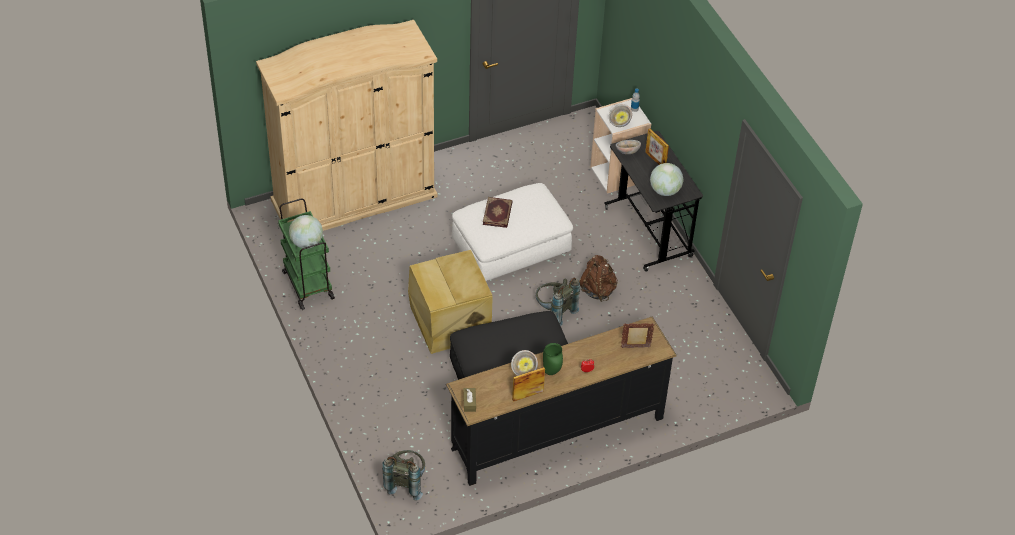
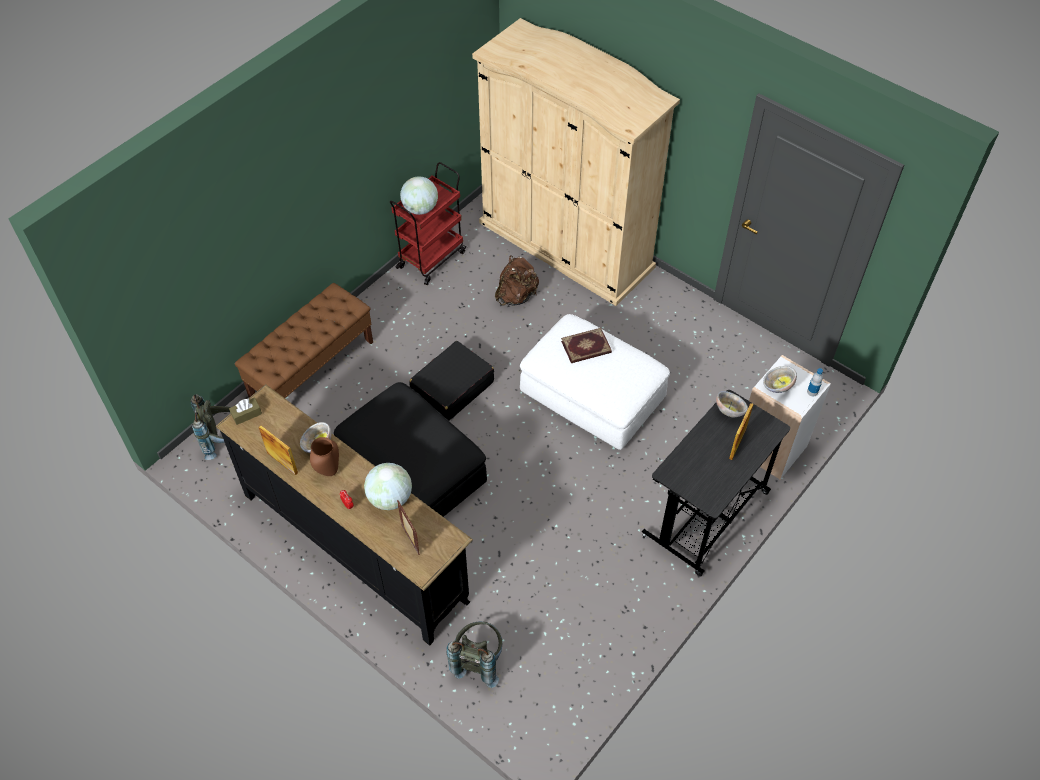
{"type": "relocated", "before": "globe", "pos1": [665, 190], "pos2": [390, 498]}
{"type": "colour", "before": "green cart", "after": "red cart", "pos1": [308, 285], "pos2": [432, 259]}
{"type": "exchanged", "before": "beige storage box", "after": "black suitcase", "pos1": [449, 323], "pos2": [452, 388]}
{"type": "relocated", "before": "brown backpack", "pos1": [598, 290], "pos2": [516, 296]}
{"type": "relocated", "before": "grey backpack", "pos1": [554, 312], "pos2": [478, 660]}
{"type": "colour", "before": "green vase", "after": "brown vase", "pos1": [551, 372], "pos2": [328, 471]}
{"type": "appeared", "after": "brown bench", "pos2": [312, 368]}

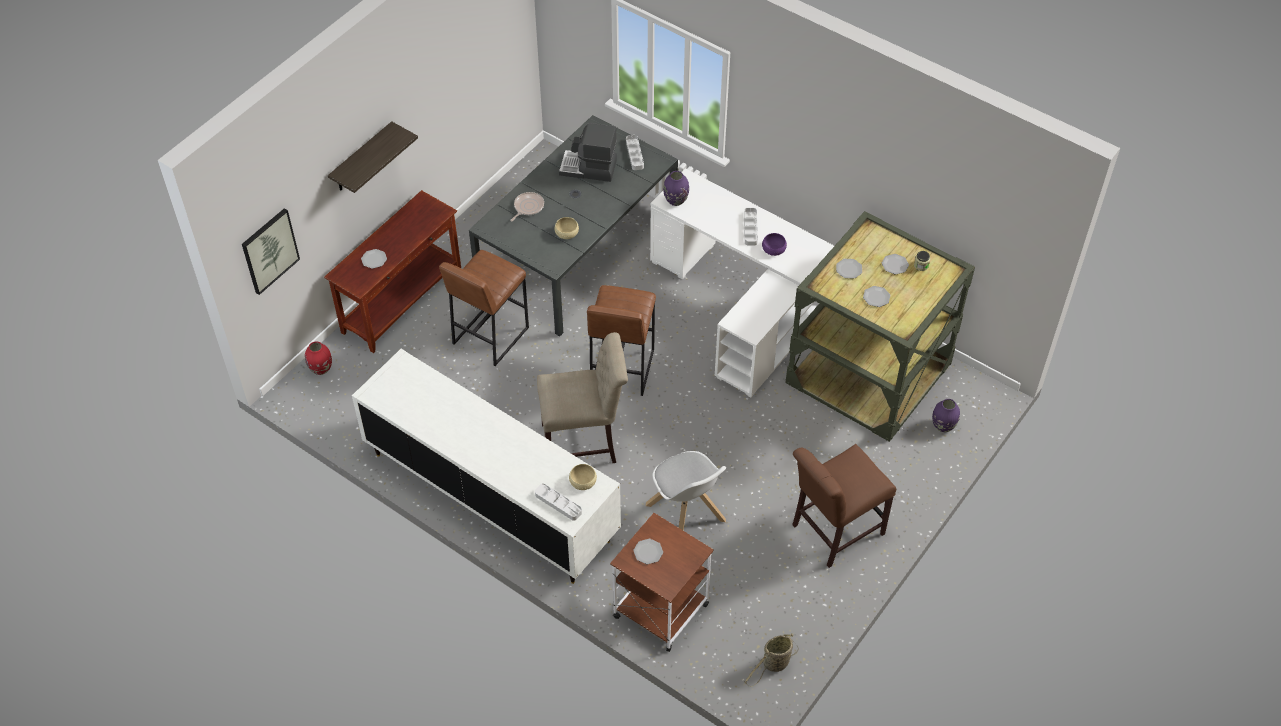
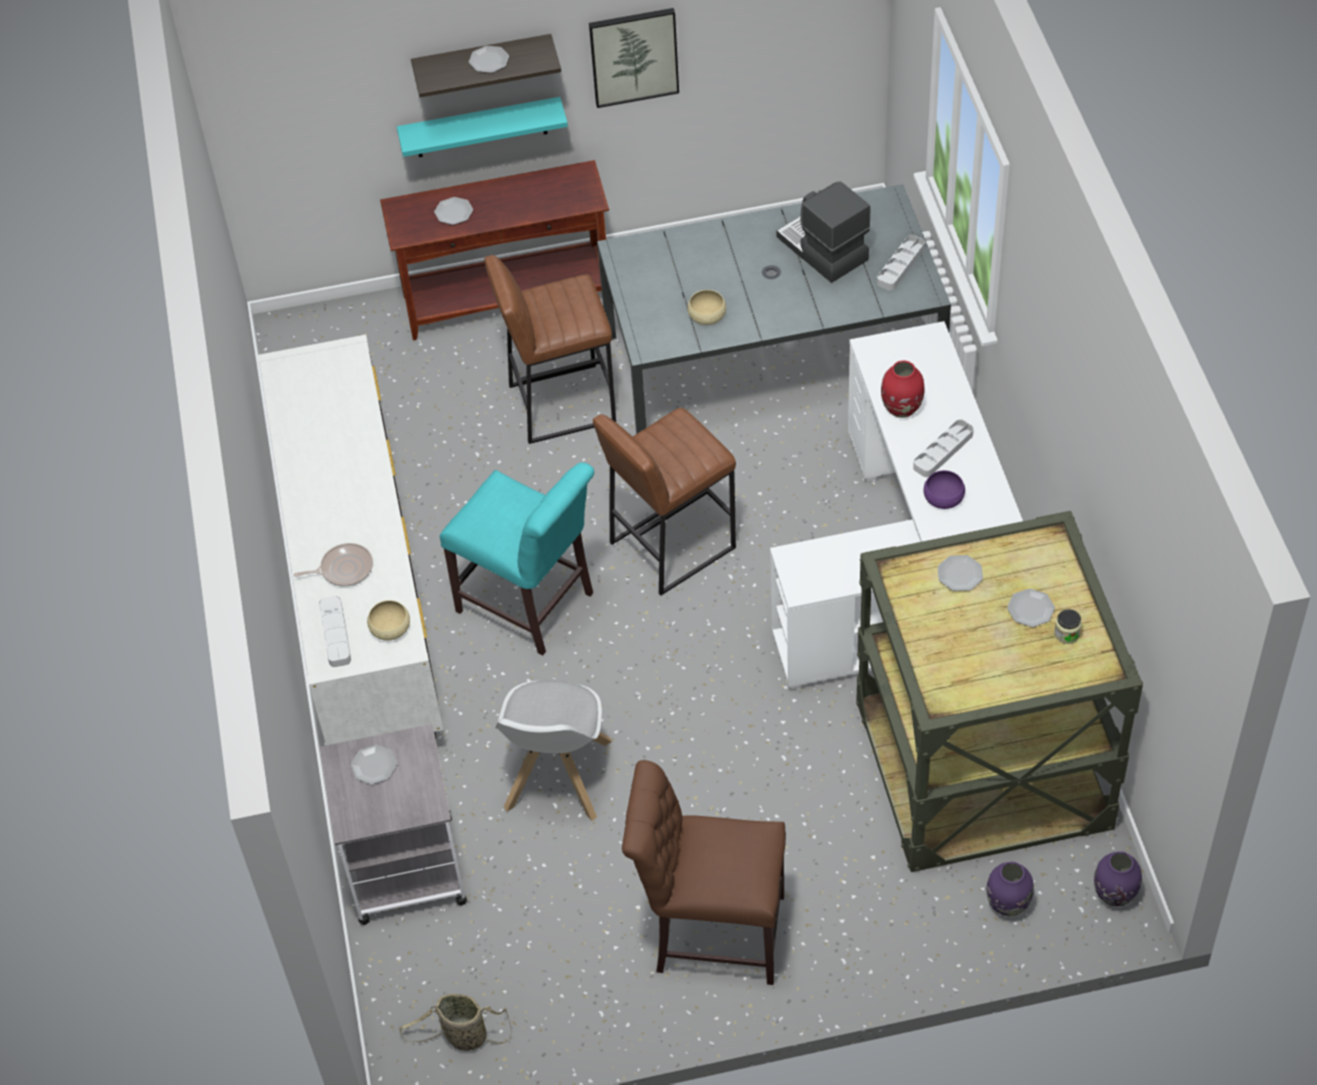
{"type": "relocated", "before": "purple vase", "pos1": [675, 200], "pos2": [1114, 894]}
{"type": "relocated", "before": "frying pan", "pos1": [527, 207], "pos2": [344, 569]}
{"type": "relocated", "before": "picture", "pos1": [269, 250], "pos2": [634, 56]}
{"type": "relocated", "before": "plate", "pos1": [876, 297], "pos2": [489, 60]}
{"type": "colour", "before": "beige chair", "after": "turquoise chair", "pos1": [584, 443], "pos2": [531, 606]}
{"type": "relocated", "before": "red vase", "pos1": [321, 369], "pos2": [902, 409]}
{"type": "colour", "before": "brown cart", "after": "grey cart", "pos1": [659, 609], "pos2": [405, 866]}
{"type": "appeared", "after": "turquoise shelf", "pos2": [480, 128]}

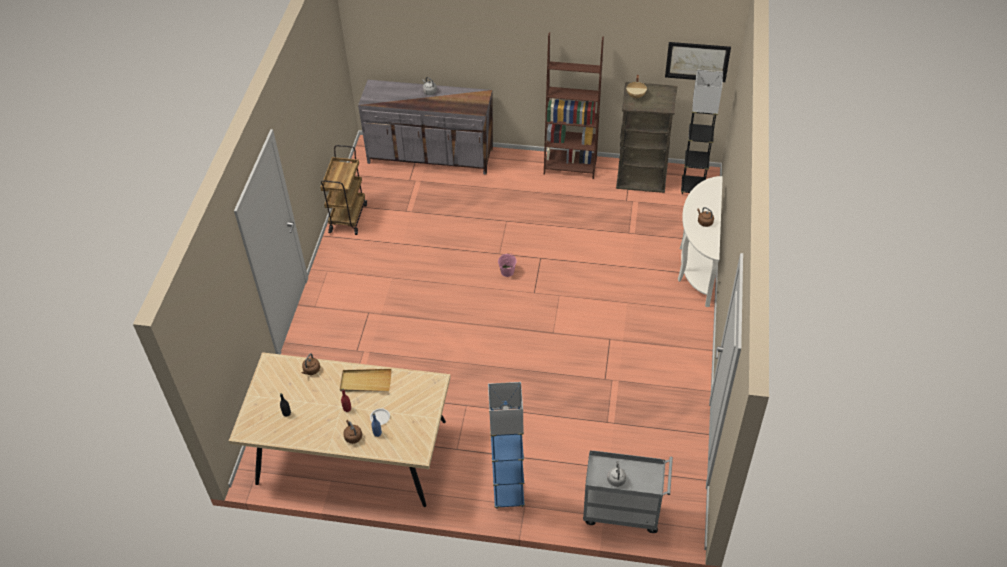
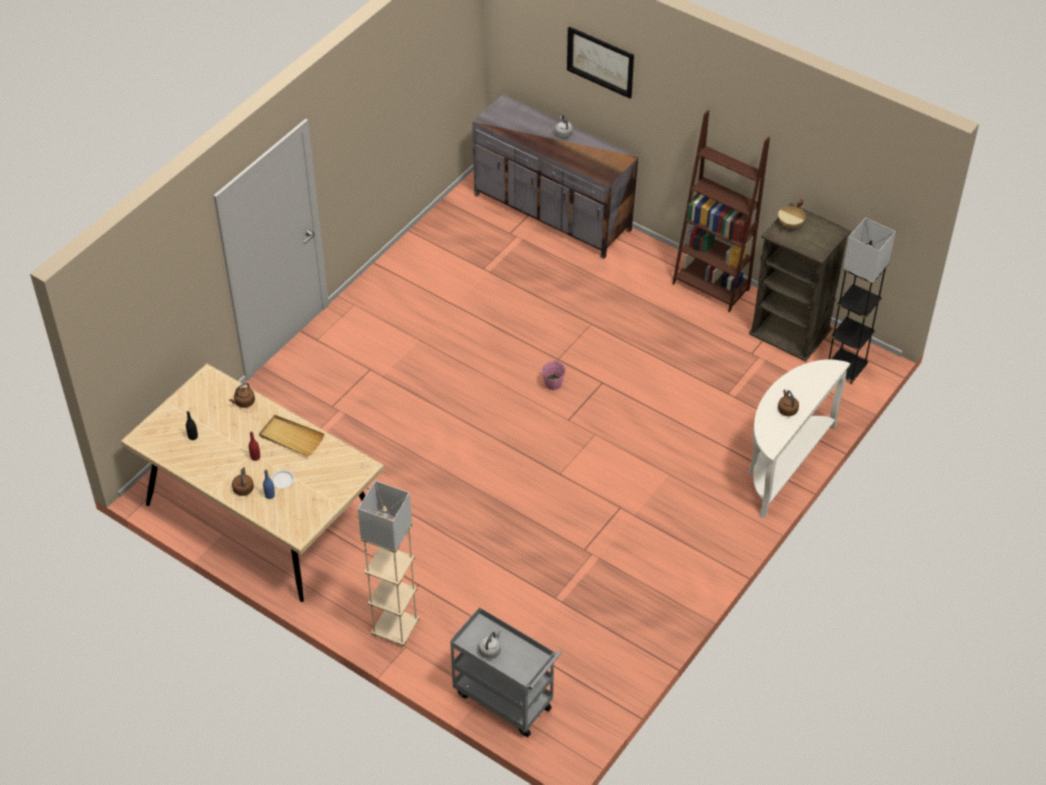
{"type": "relocated", "before": "picture", "pos1": [697, 61], "pos2": [600, 61]}
{"type": "missing", "before": "brown cart", "pos1": [348, 218]}
{"type": "colour", "before": "blue floor lamp", "after": "beige floor lamp", "pos1": [508, 496], "pos2": [395, 629]}

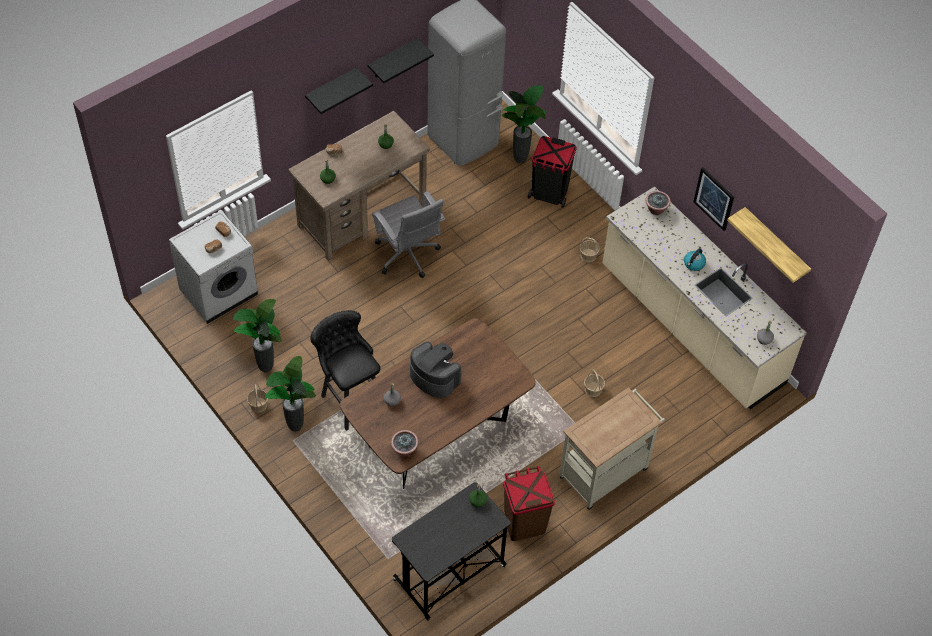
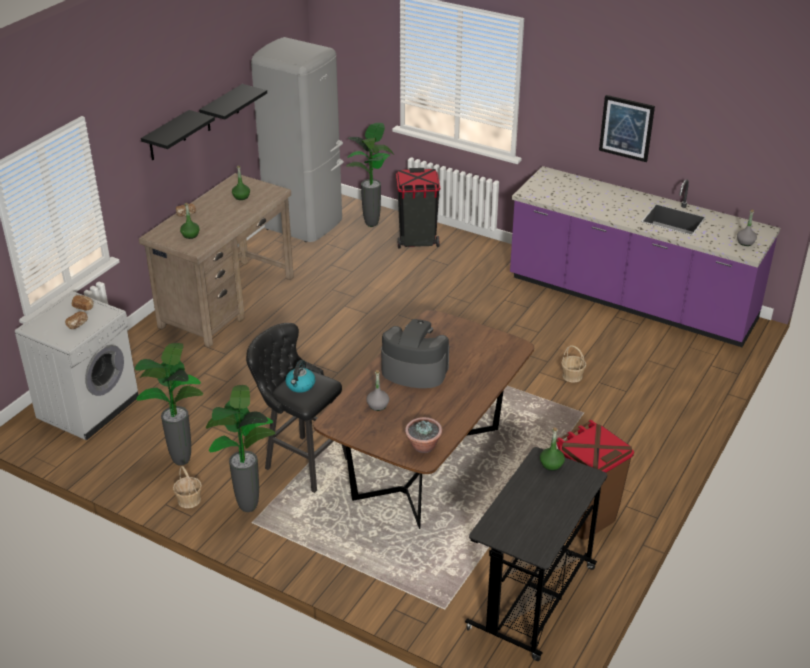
{"type": "colour", "before": "beige counter", "after": "purple counter", "pos1": [690, 326], "pos2": [630, 300]}
{"type": "missing", "before": "grey office chair", "pos1": [408, 256]}
{"type": "missing", "before": "potted plant", "pos1": [656, 209]}
{"type": "missing", "before": "shelf", "pos1": [775, 245]}
{"type": "missing", "before": "basket", "pos1": [588, 255]}
{"type": "relocated", "before": "kettle", "pos1": [694, 264], "pos2": [300, 385]}
{"type": "missing", "before": "beige cart", "pos1": [605, 472]}

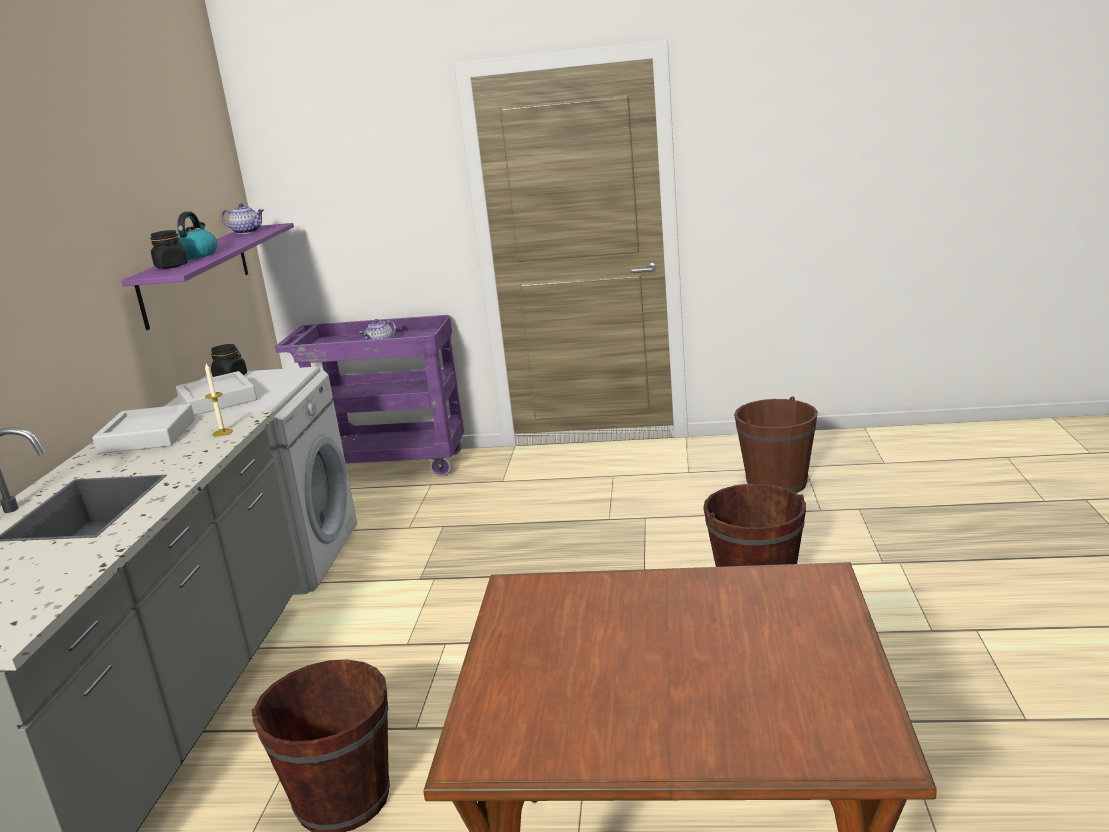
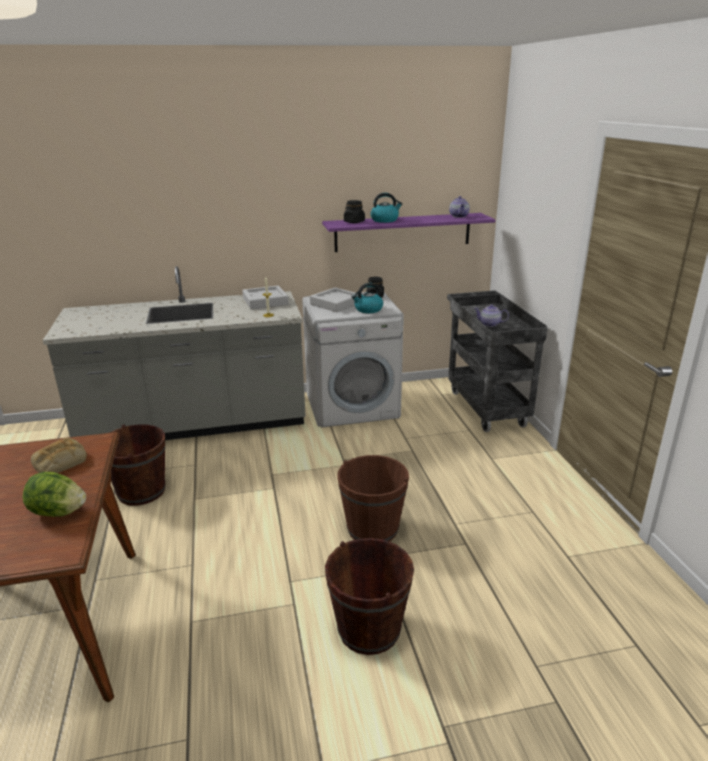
{"type": "colour", "before": "purple cart", "after": "black cart", "pos1": [389, 467], "pos2": [484, 407]}
{"type": "relocated", "before": "brown bucket", "pos1": [776, 483], "pos2": [372, 529]}
{"type": "appeared", "after": "kettle", "pos2": [368, 309]}
{"type": "appeared", "after": "bread", "pos2": [59, 462]}
{"type": "appeared", "after": "lettuce", "pos2": [58, 512]}

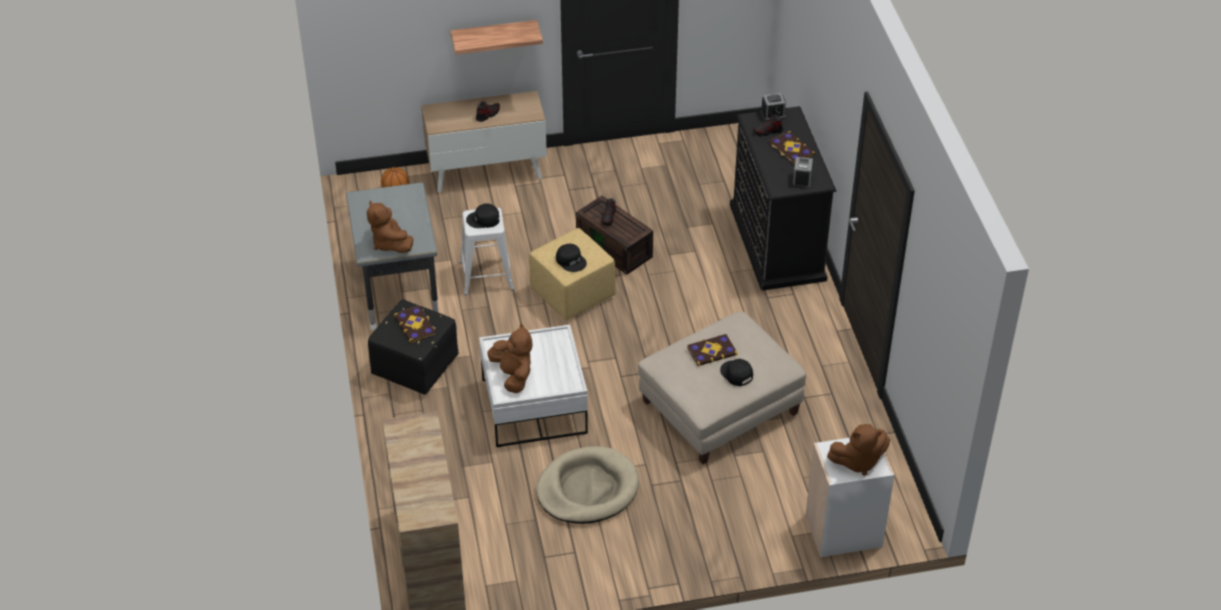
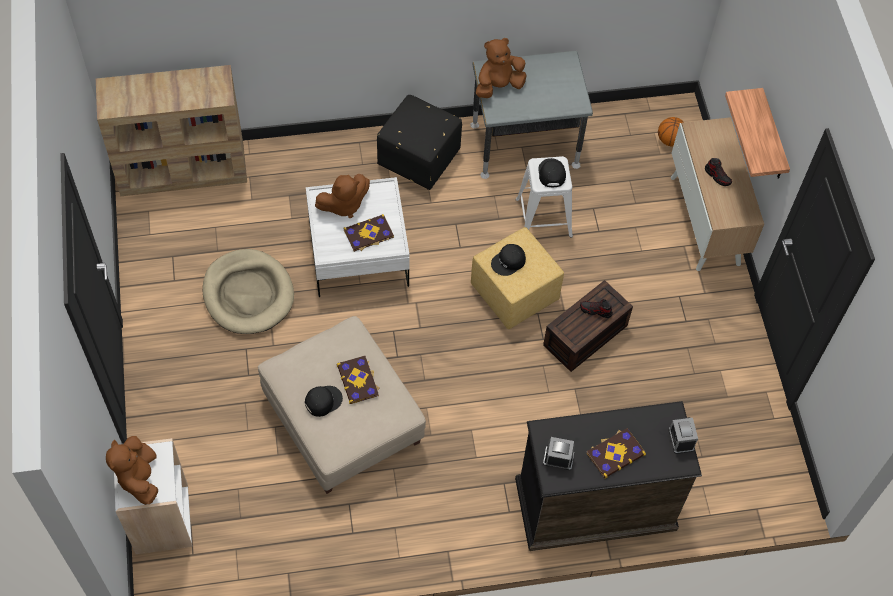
{"type": "missing", "before": "shoe", "pos1": [768, 131]}
{"type": "relocated", "before": "book", "pos1": [415, 325], "pos2": [369, 234]}

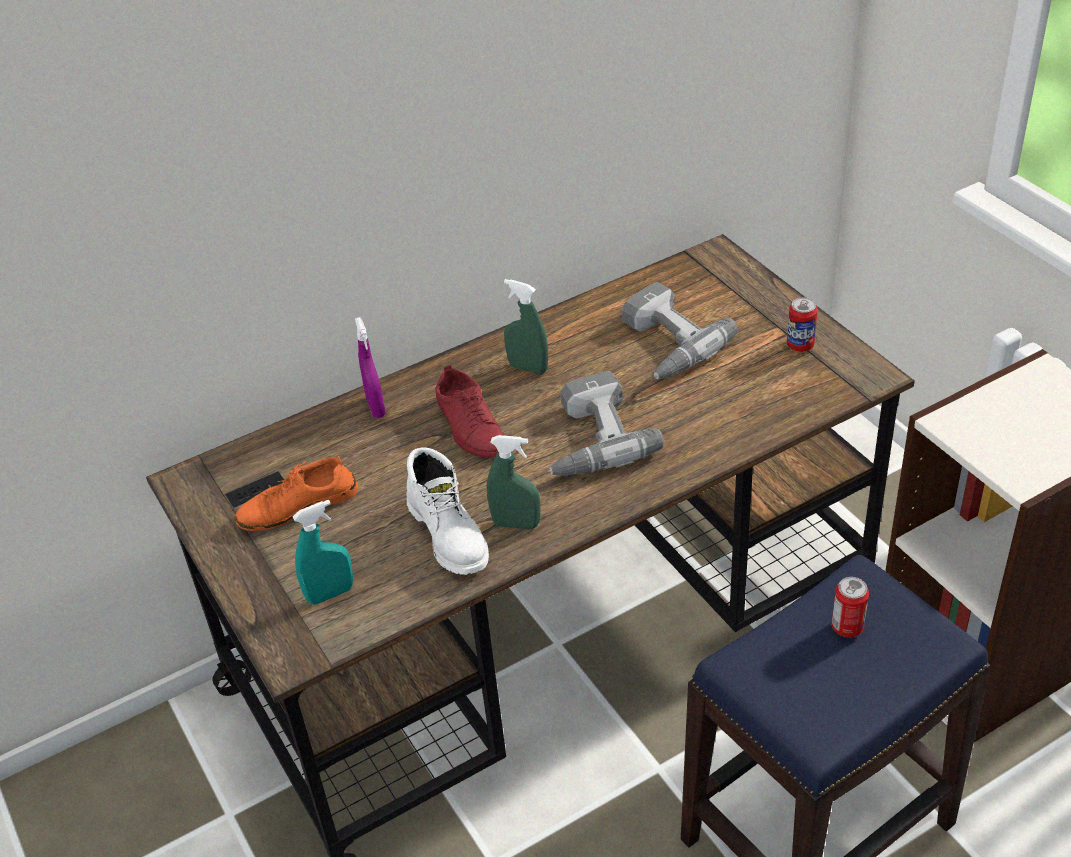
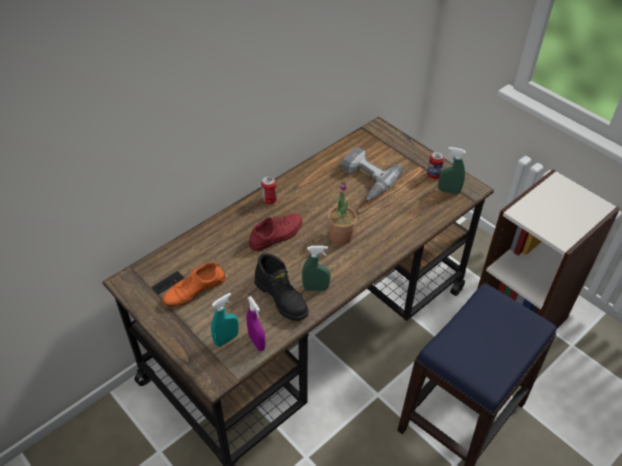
{"type": "relocated", "before": "green spray bottle", "pos1": [528, 368], "pos2": [449, 191]}
{"type": "relocated", "before": "purple spray bottle", "pos1": [376, 407], "pos2": [257, 342]}
{"type": "spun", "before": "red shoe", "pos1": [470, 426], "pos2": [276, 235], "turn": -90}
{"type": "exchanged", "before": "power drill", "after": "potted plant", "pos1": [589, 439], "pos2": [341, 236]}
{"type": "colour", "before": "white boot", "after": "black boot", "pos1": [450, 534], "pos2": [282, 297]}
{"type": "relocated", "before": "can", "pos1": [847, 627], "pos2": [269, 200]}

